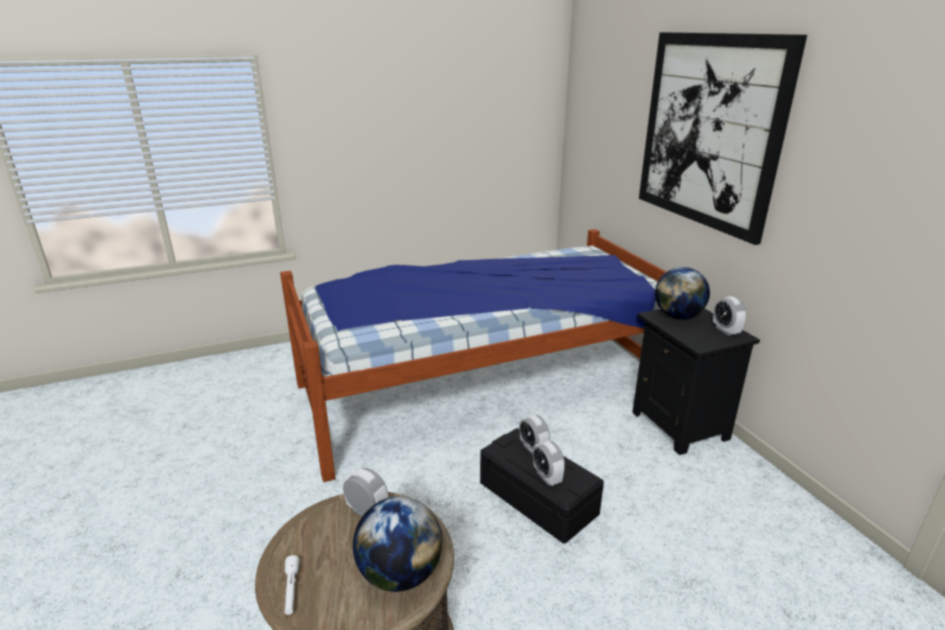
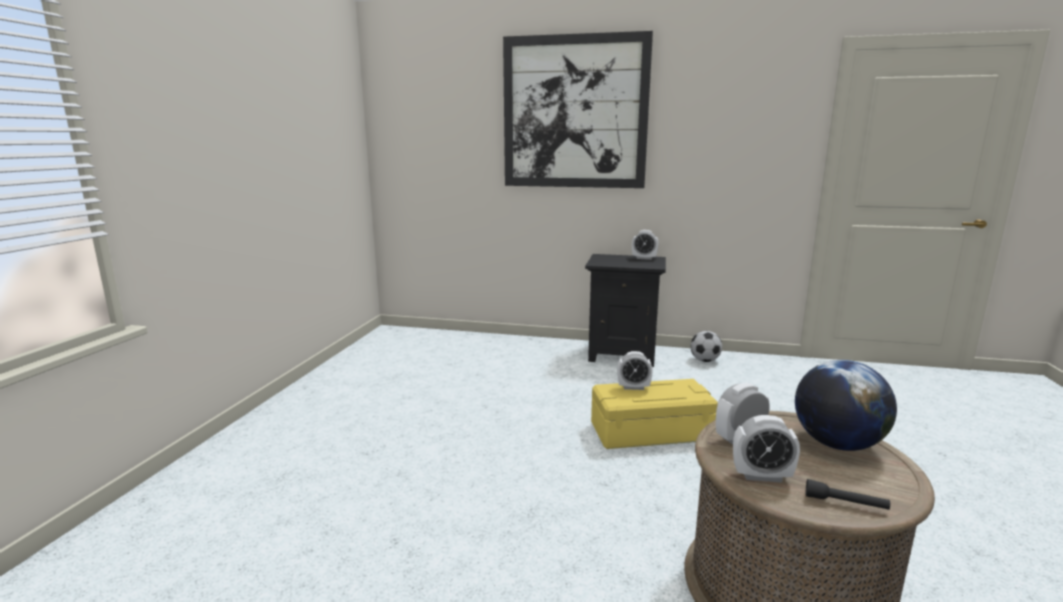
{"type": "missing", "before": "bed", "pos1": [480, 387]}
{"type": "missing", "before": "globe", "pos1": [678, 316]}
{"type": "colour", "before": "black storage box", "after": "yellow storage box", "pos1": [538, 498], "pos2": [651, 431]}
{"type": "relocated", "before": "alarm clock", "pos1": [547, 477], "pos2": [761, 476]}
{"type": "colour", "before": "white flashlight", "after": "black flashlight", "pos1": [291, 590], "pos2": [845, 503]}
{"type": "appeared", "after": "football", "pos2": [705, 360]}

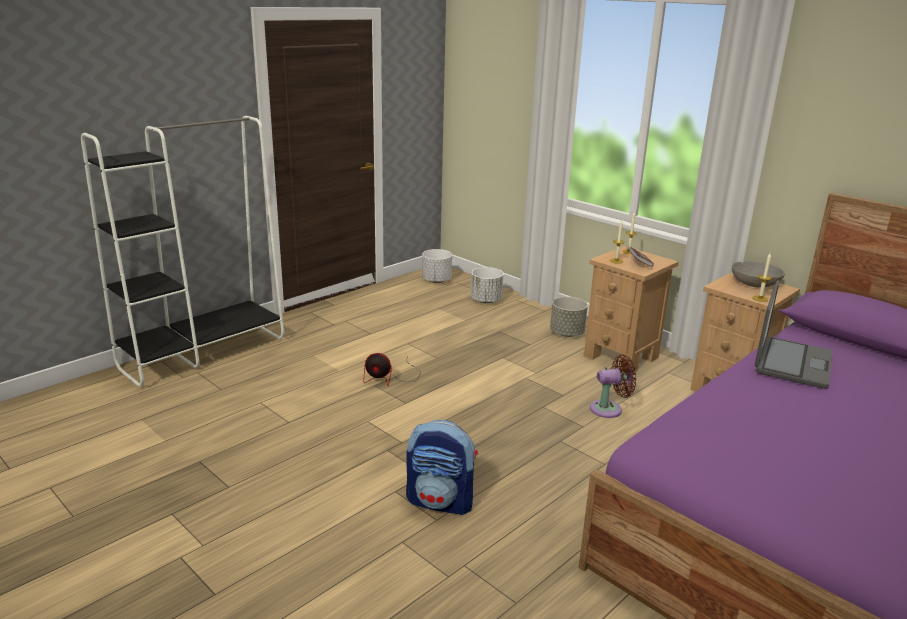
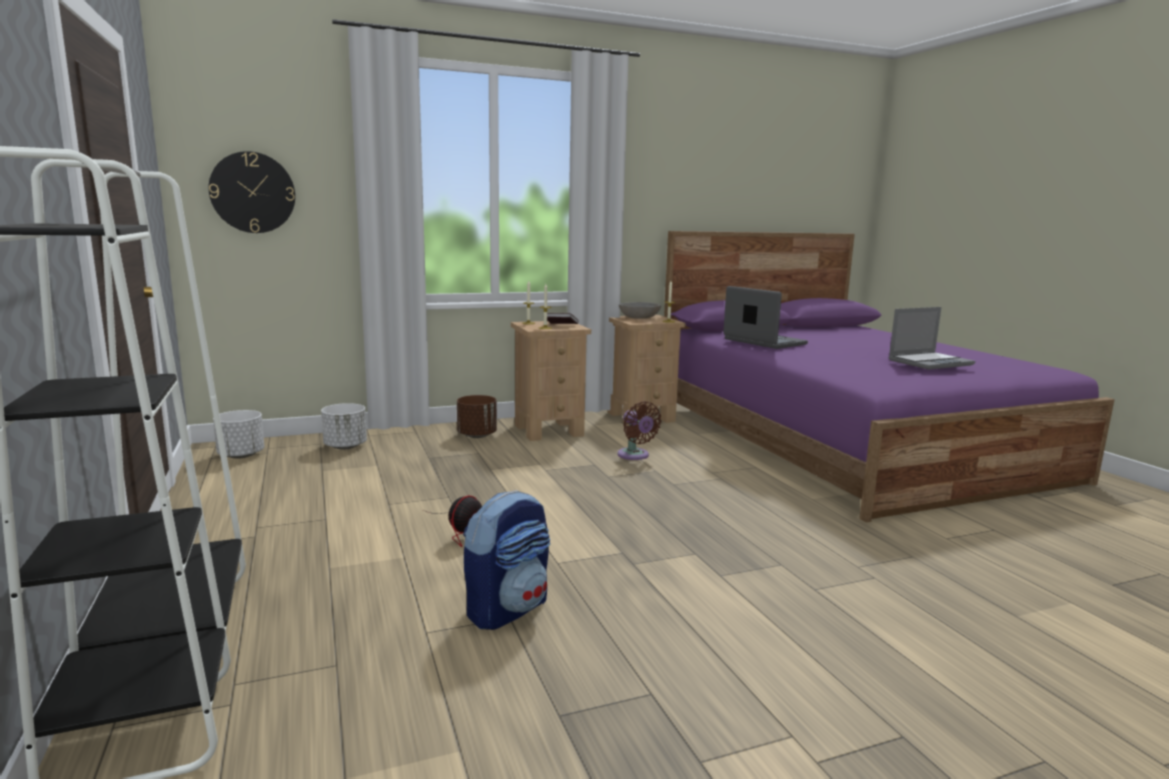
{"type": "colour", "before": "grey planter", "after": "brown planter", "pos1": [567, 333], "pos2": [477, 435]}
{"type": "spun", "before": "brown fan", "pos1": [609, 409], "pos2": [635, 456], "turn": 135}
{"type": "relocated", "before": "backpack", "pos1": [441, 501], "pos2": [508, 609]}
{"type": "appeared", "after": "wall clock", "pos2": [252, 192]}
{"type": "appeared", "after": "laptop", "pos2": [930, 362]}

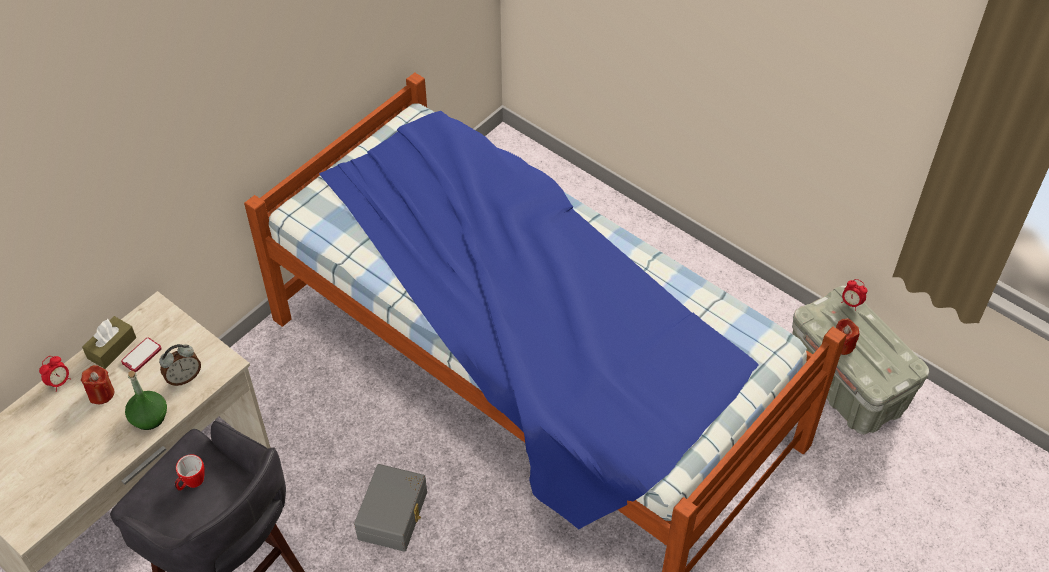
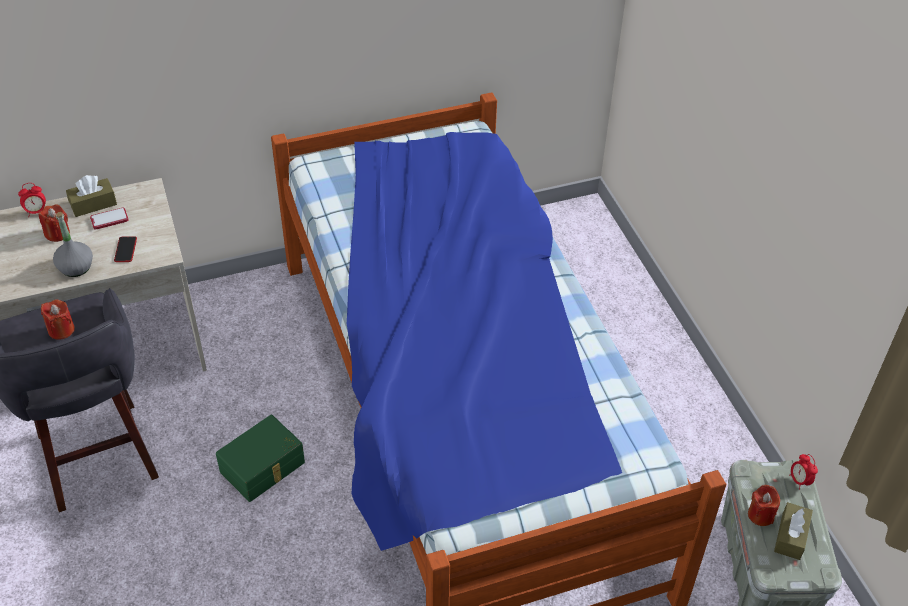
{"type": "exchanged", "before": "alarm clock", "after": "phone", "pos1": [184, 377], "pos2": [125, 250]}
{"type": "colour", "before": "green bottle", "after": "grey bottle", "pos1": [149, 417], "pos2": [75, 267]}
{"type": "exchanged", "before": "mug", "after": "red candle", "pos1": [191, 483], "pos2": [61, 330]}
{"type": "colour", "before": "grey storage box", "after": "green storage box", "pos1": [394, 515], "pos2": [263, 468]}
{"type": "appeared", "after": "brown tissue box", "pos2": [791, 536]}

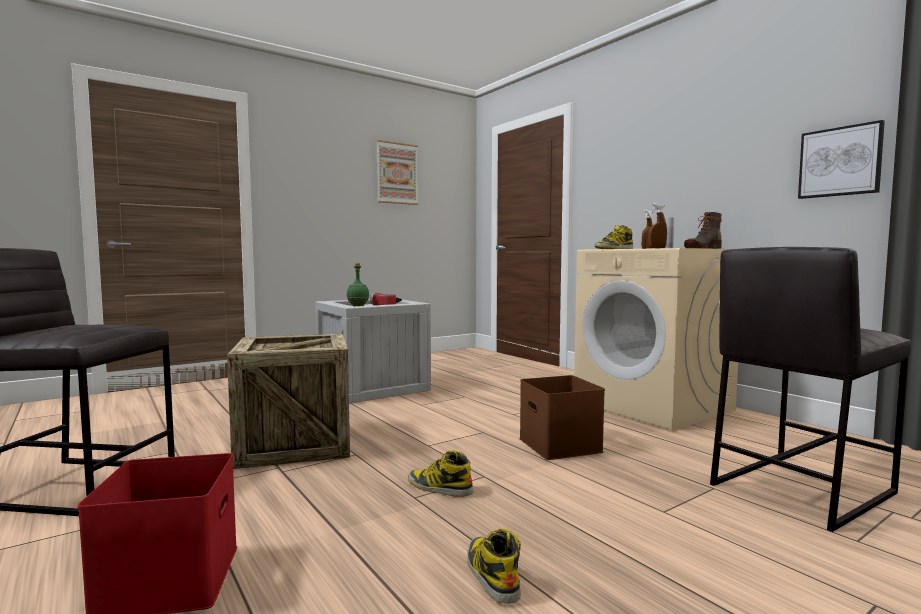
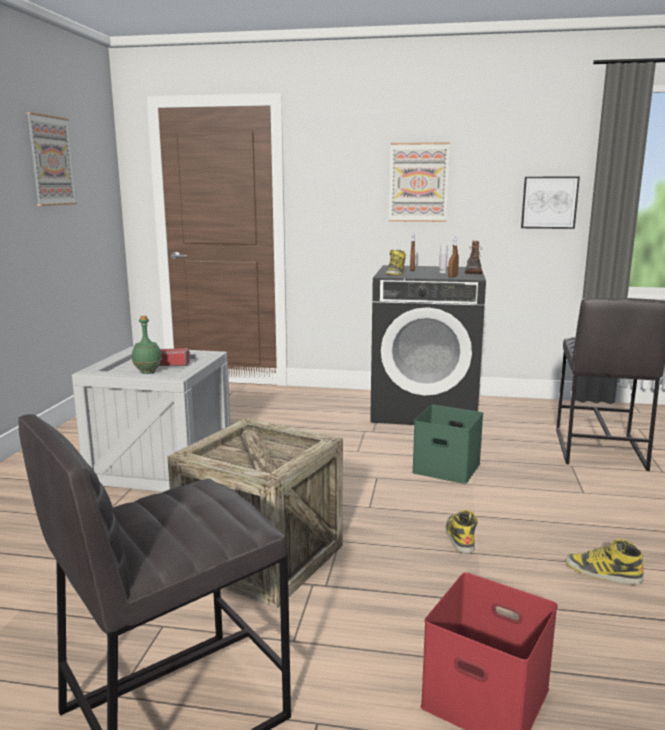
{"type": "colour", "before": "beige washing machine", "after": "black washing machine", "pos1": [653, 406], "pos2": [425, 409]}
{"type": "colour", "before": "brown storage box", "after": "green storage box", "pos1": [562, 445], "pos2": [448, 467]}
{"type": "spun", "before": "boot", "pos1": [439, 487], "pos2": [459, 537], "turn": 105}
{"type": "appeared", "after": "picture", "pos2": [418, 182]}

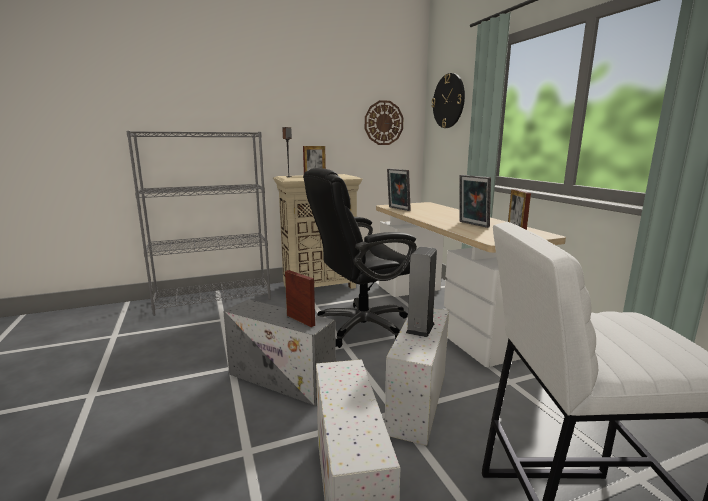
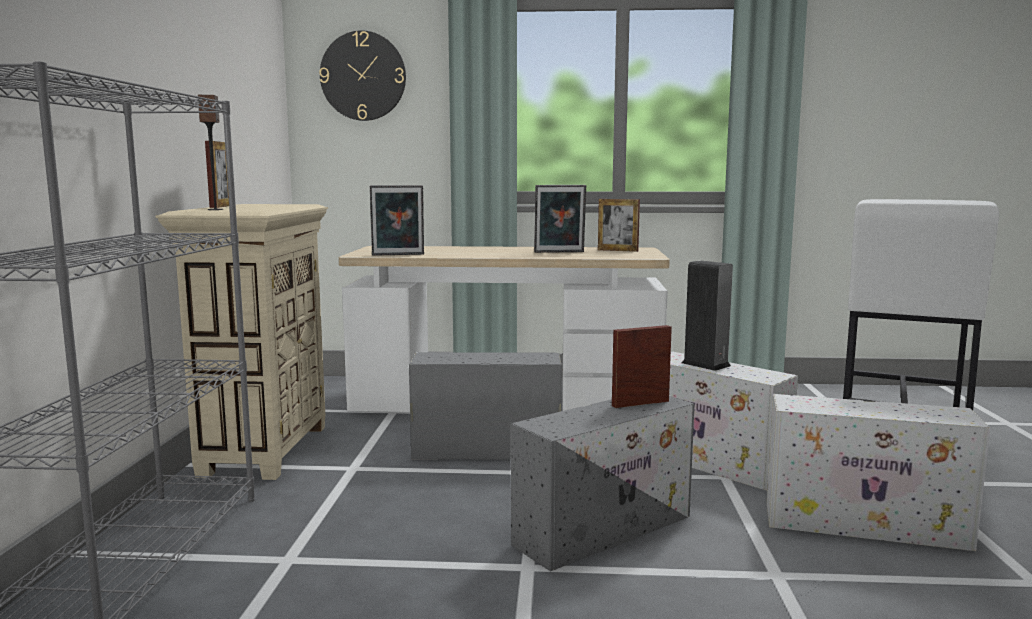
{"type": "missing", "before": "wall clock", "pos1": [383, 123]}
{"type": "exchanged", "before": "black office chair", "after": "grey storage box", "pos1": [362, 326], "pos2": [484, 450]}

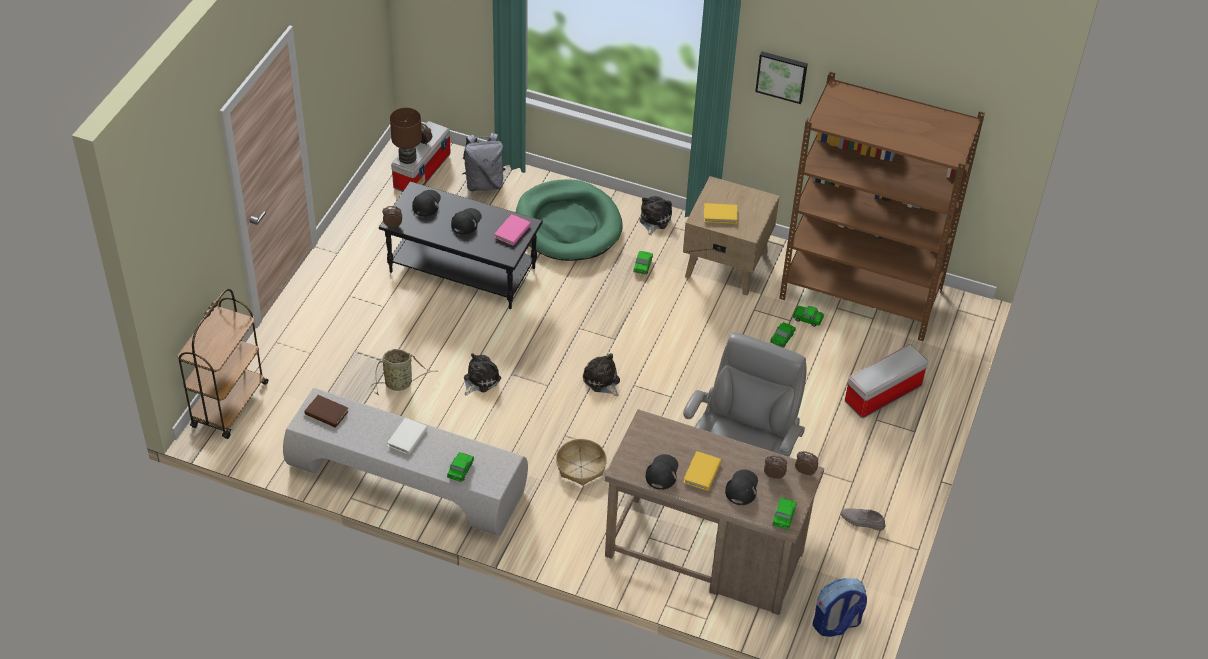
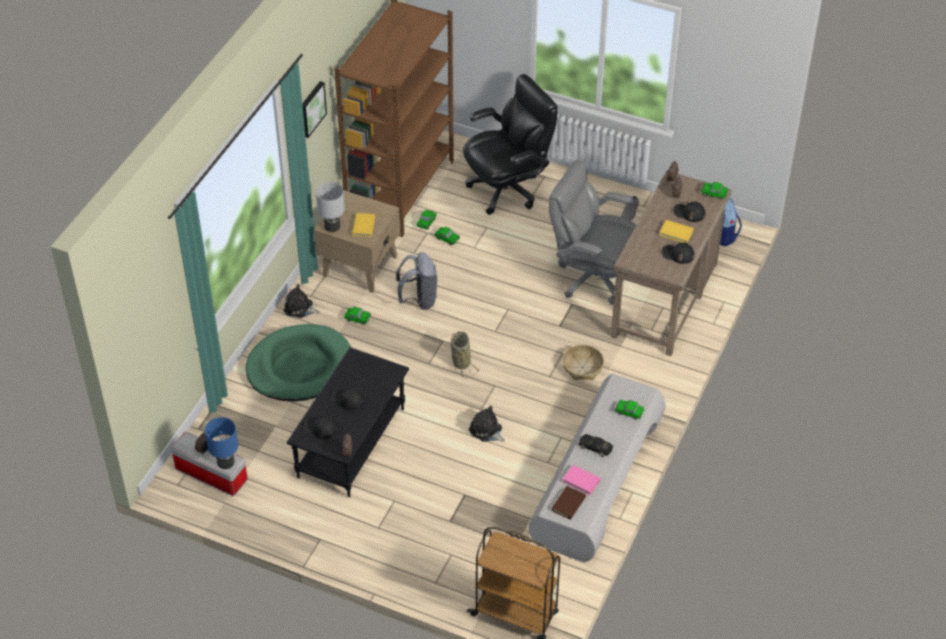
{"type": "colour", "before": "brown table lamp", "after": "blue table lamp", "pos1": [407, 158], "pos2": [225, 462]}
{"type": "relocated", "before": "grey backpack", "pos1": [484, 183], "pos2": [419, 300]}
{"type": "relocated", "before": "pink book", "pos1": [512, 231], "pos2": [581, 481]}
{"type": "exchanged", "before": "storage box", "after": "black office chair", "pos1": [882, 394], "pos2": [508, 189]}
{"type": "relocated", "before": "basket", "pos1": [400, 383], "pos2": [461, 361]}
{"type": "missing", "before": "plush toy", "pos1": [602, 381]}
{"type": "exchanged", "before": "white book", "after": "black toy car", "pos1": [407, 438], "pos2": [595, 447]}
{"type": "appeared", "after": "grey table lamp", "pos2": [332, 226]}

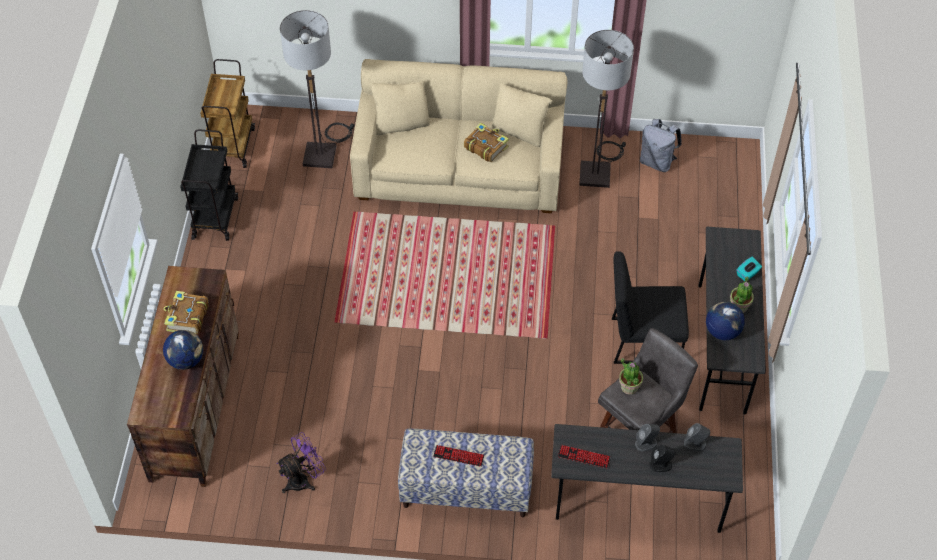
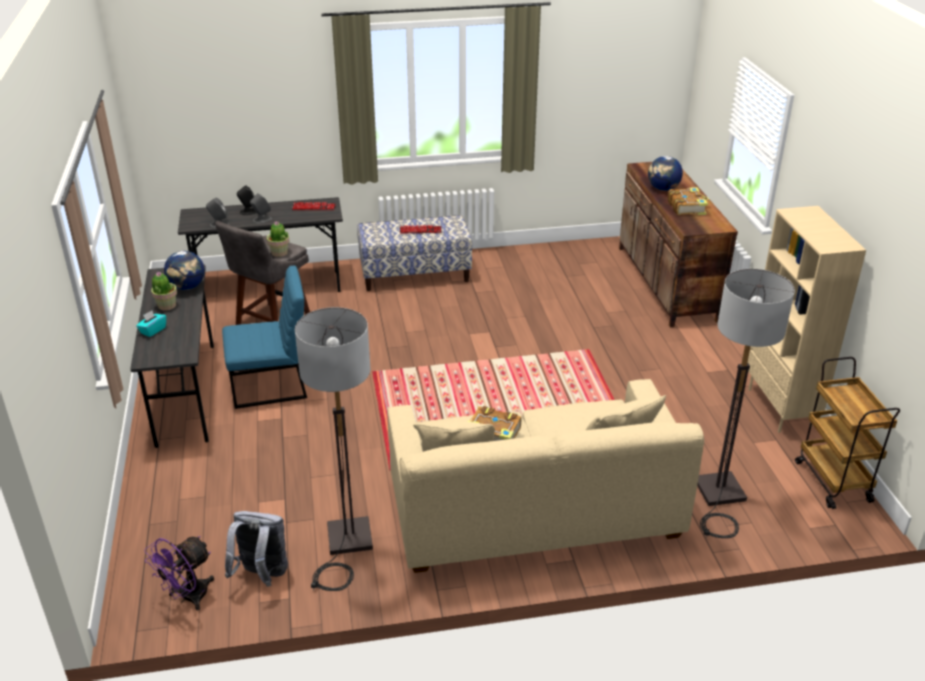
{"type": "exchanged", "before": "black cart", "after": "beige bookcase", "pos1": [215, 217], "pos2": [780, 408]}
{"type": "colour", "before": "black chair", "after": "blue chair", "pos1": [642, 340], "pos2": [271, 386]}
{"type": "relocated", "before": "purple fan", "pos1": [303, 479], "pos2": [188, 597]}

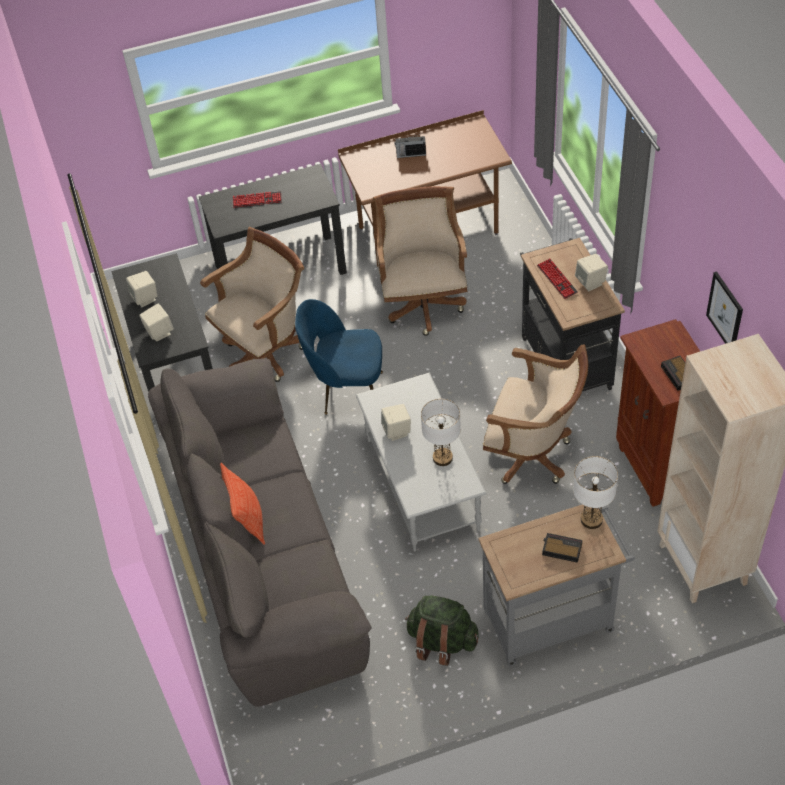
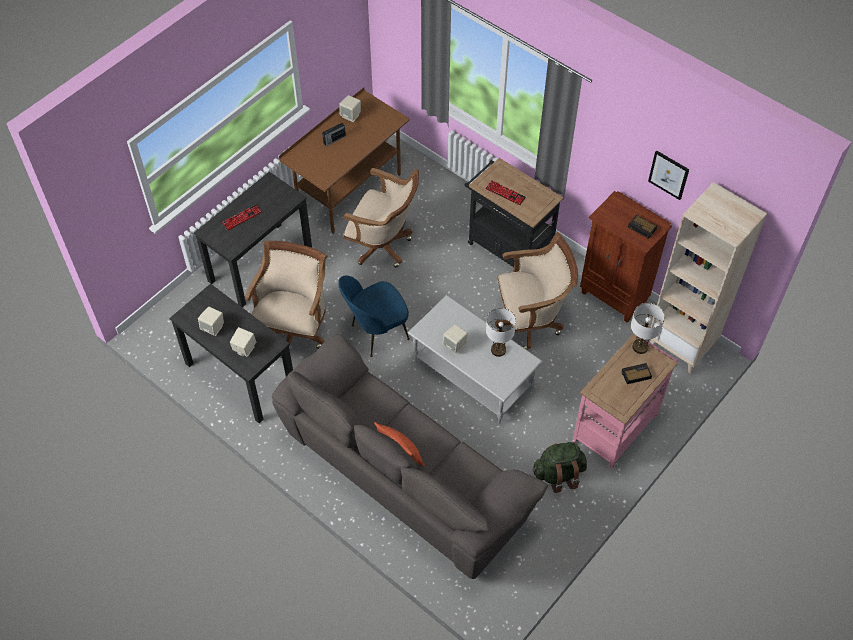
{"type": "spun", "before": "office chair", "pos1": [423, 304], "pos2": [383, 247], "turn": 150}
{"type": "relocated", "before": "beige speaker", "pos1": [590, 282], "pos2": [351, 116]}
{"type": "colour", "before": "grey cart", "after": "pink cart", "pos1": [552, 621], "pos2": [617, 426]}

